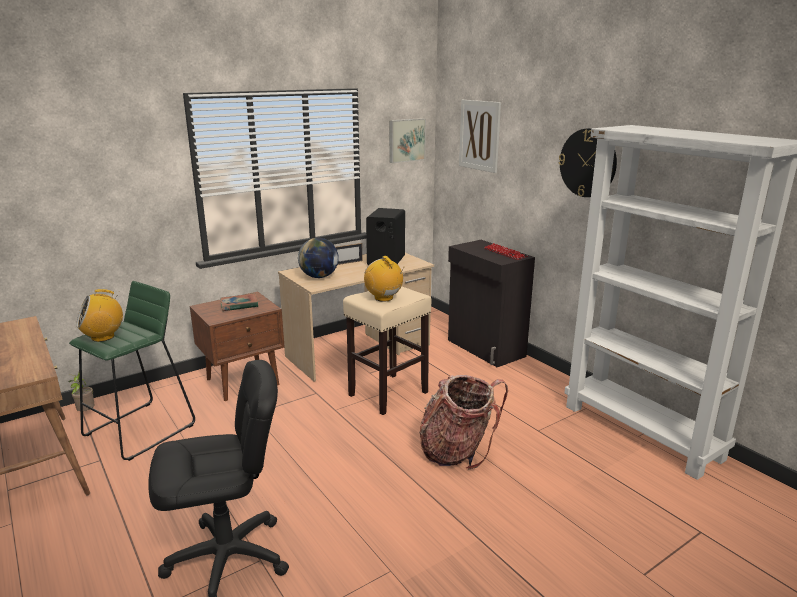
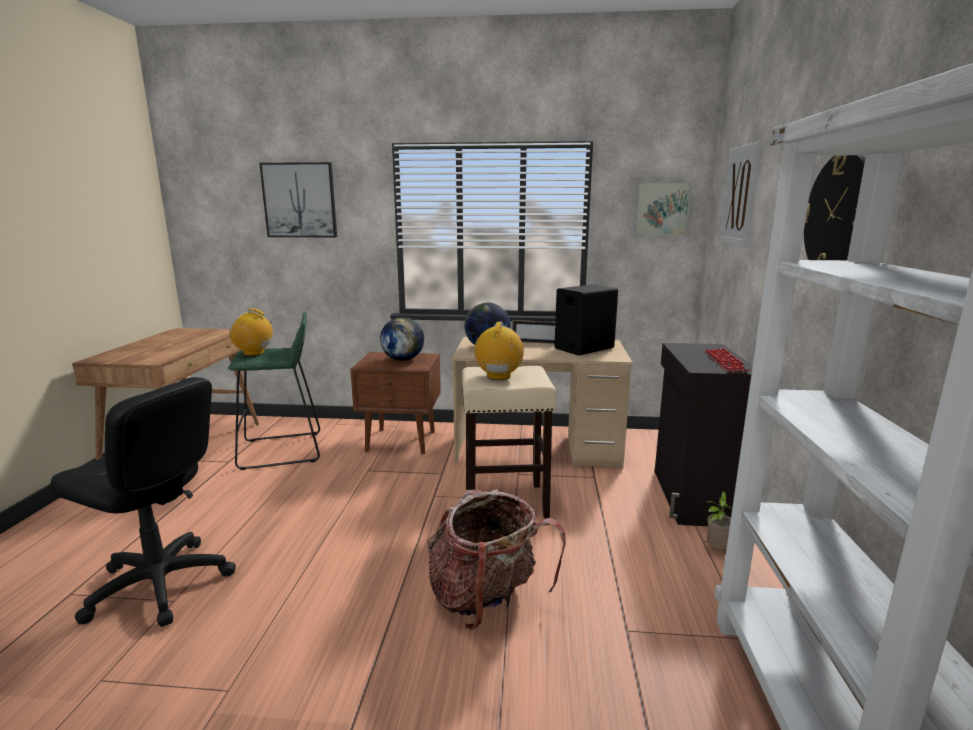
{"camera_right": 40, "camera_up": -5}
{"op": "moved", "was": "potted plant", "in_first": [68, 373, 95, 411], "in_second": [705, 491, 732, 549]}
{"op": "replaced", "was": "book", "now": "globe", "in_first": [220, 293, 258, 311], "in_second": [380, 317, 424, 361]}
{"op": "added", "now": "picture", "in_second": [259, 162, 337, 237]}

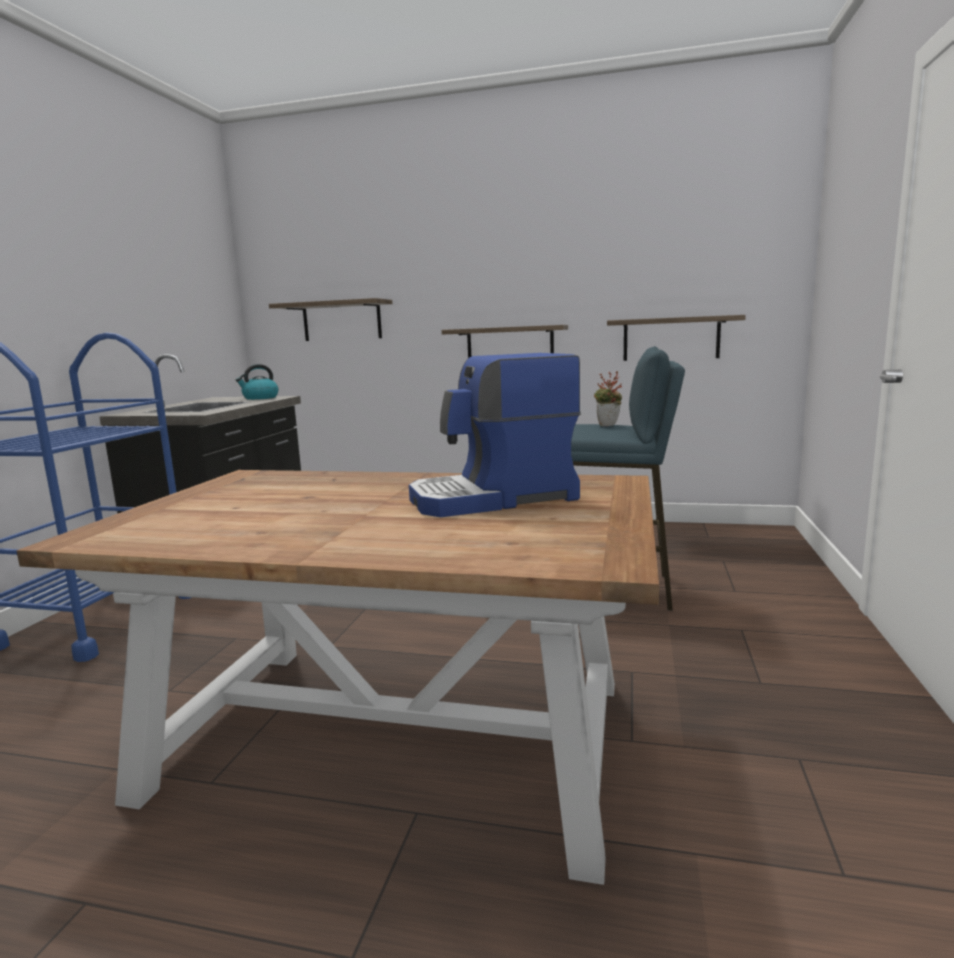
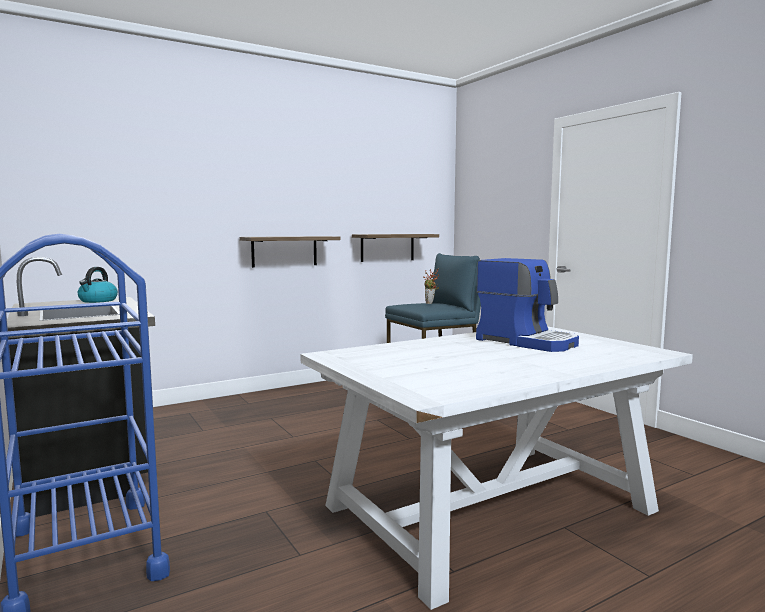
{"camera_right": -45, "camera_up": -5}
{"op": "recoloured", "was": "brown dining table", "now": "white dining table", "in_first": [16, 470, 659, 885], "in_second": [300, 326, 693, 610]}
{"op": "removed", "was": "shelf", "in_first": [269, 298, 393, 341]}
{"op": "turned", "was": "coffee machine", "in_first": [409, 353, 581, 517], "in_second": [476, 258, 579, 352], "clockwise": -75}

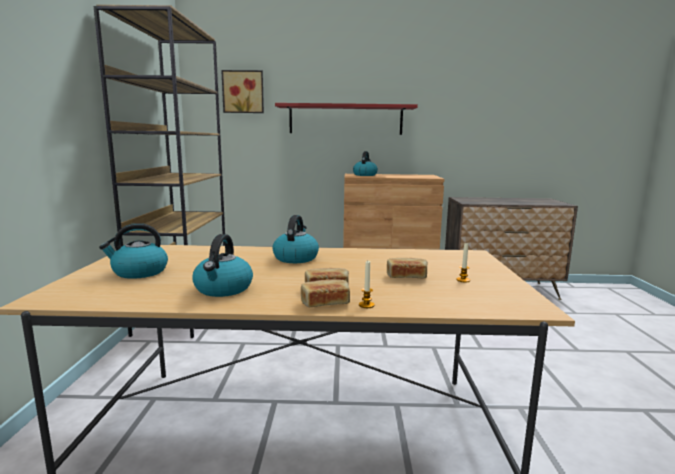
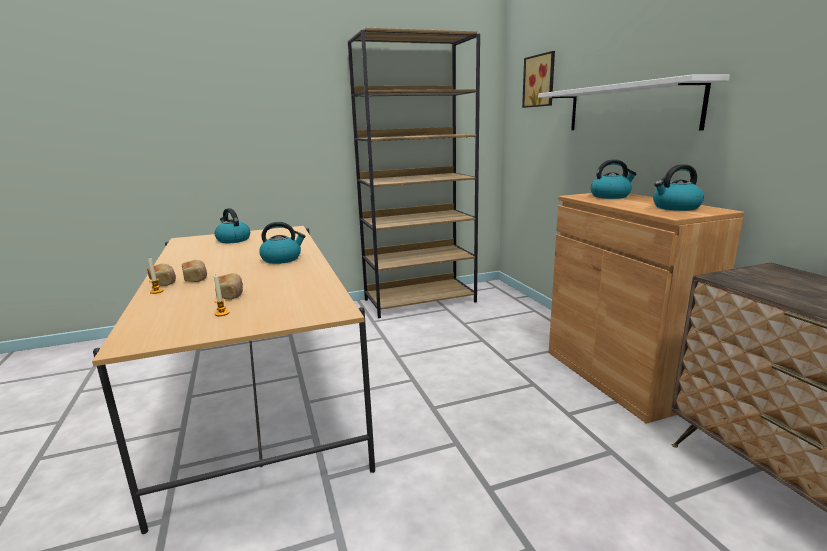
{"camera_right": 70, "camera_up": 5}
{"op": "moved", "was": "kettle", "in_first": [192, 234, 253, 297], "in_second": [653, 164, 704, 211]}
{"op": "recoloured", "was": "red shelf", "now": "white shelf", "in_first": [275, 103, 418, 135], "in_second": [538, 74, 730, 130]}

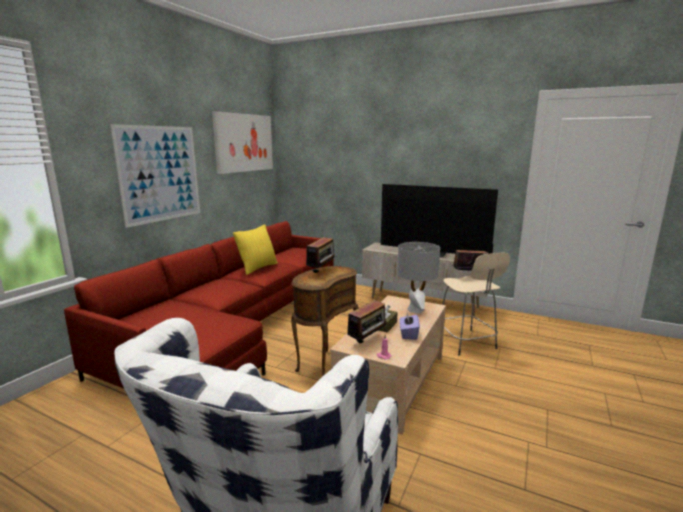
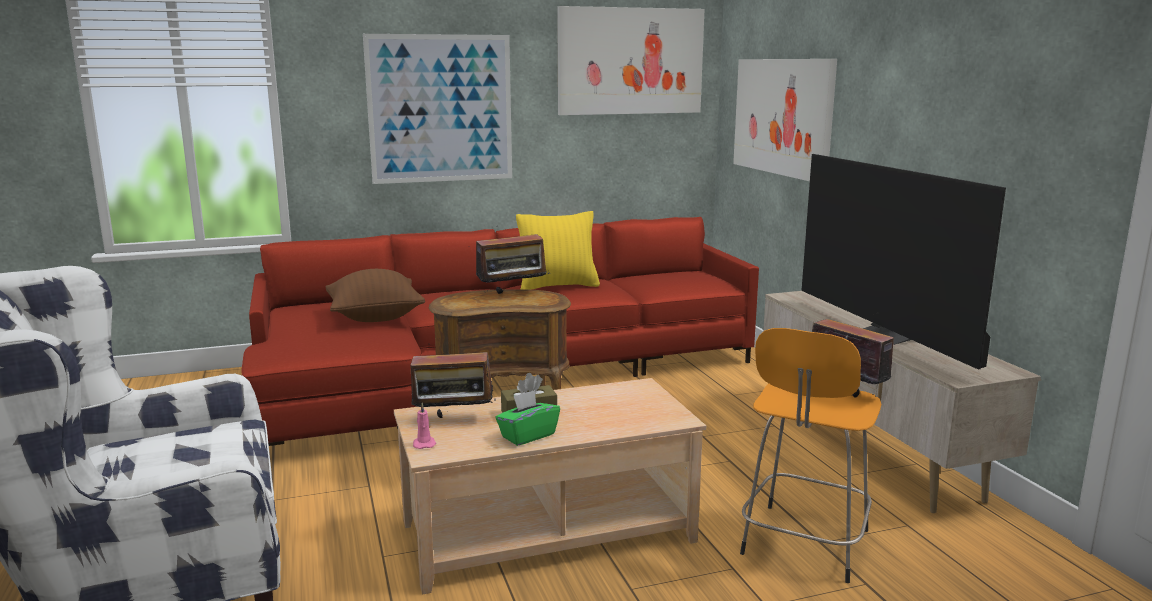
{"camera_right": 45, "camera_up": 0}
{"op": "removed", "was": "grey table lamp", "in_first": [397, 242, 440, 314]}
{"op": "recoloured", "was": "purple tissue box", "now": "green tissue box", "in_first": [400, 313, 420, 340], "in_second": [495, 390, 560, 446]}
{"op": "recoloured", "was": "beige stool", "now": "orange stool", "in_first": [442, 253, 510, 356], "in_second": [740, 328, 882, 583]}
{"op": "added", "now": "brown pillow", "in_second": [326, 269, 425, 322]}
{"op": "added", "now": "picture", "in_second": [733, 59, 837, 181]}

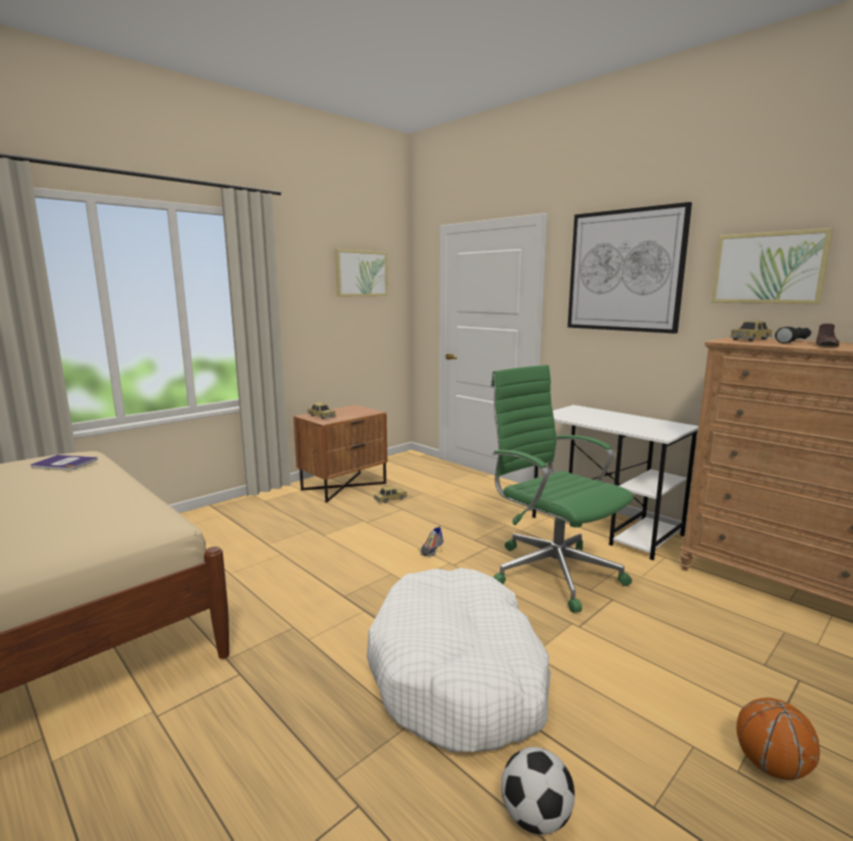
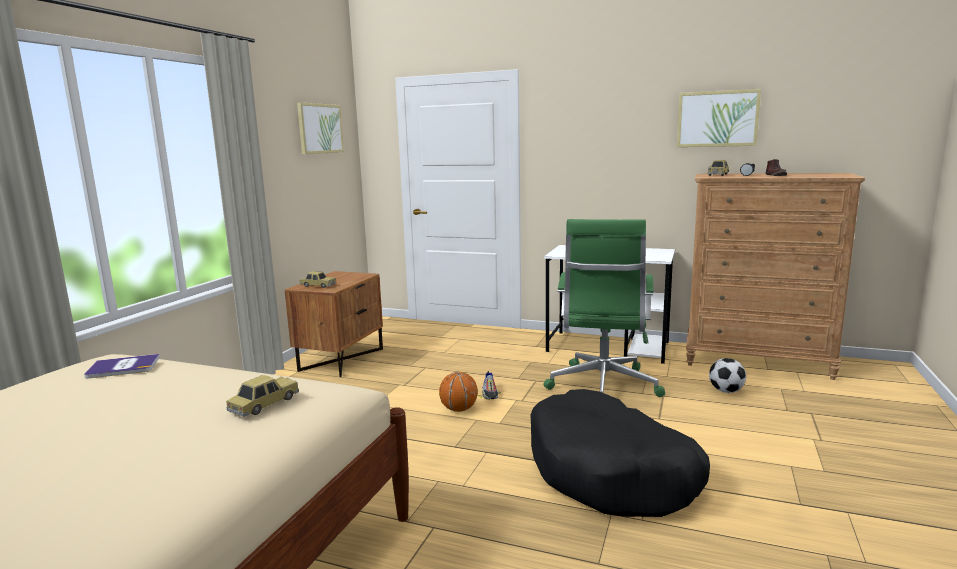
{"camera_right": -25, "camera_up": 0}
{"op": "recoloured", "was": "white dog bed", "now": "black dog bed", "in_first": [367, 568, 551, 752], "in_second": [530, 389, 710, 517]}
{"op": "moved", "was": "toy car", "in_first": [374, 486, 407, 503], "in_second": [226, 375, 299, 417]}
{"op": "turned", "was": "green office chair", "in_first": [491, 365, 634, 613], "in_second": [543, 219, 665, 397], "clockwise": -105}
{"op": "moved", "was": "football", "in_first": [501, 747, 575, 835], "in_second": [709, 358, 746, 393]}
{"op": "removed", "was": "picture", "in_first": [568, 202, 692, 334]}
{"op": "moved", "was": "basketball", "in_first": [736, 698, 820, 780], "in_second": [439, 372, 478, 412]}

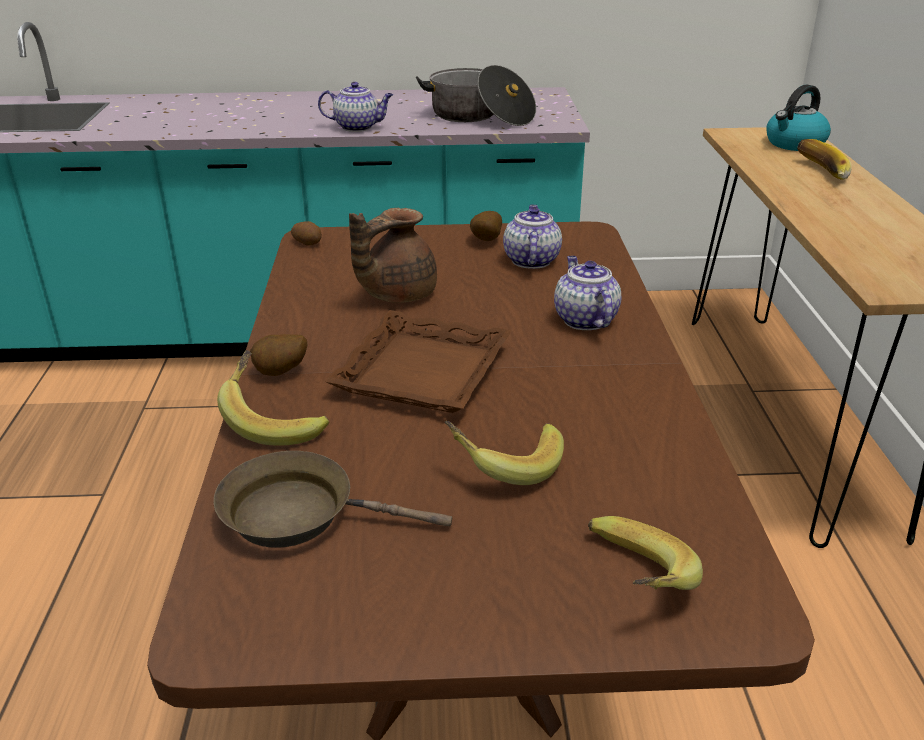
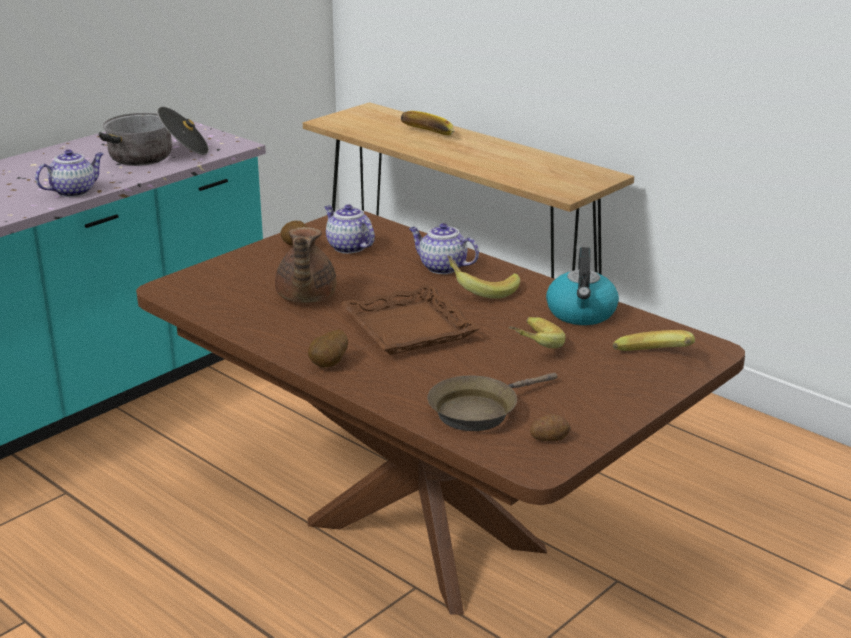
{"camera_right": -45, "camera_up": -5}
{"op": "moved", "was": "banana", "in_first": [217, 350, 329, 445], "in_second": [447, 256, 520, 299]}
{"op": "moved", "was": "potato", "in_first": [291, 221, 322, 246], "in_second": [530, 414, 571, 441]}
{"op": "moved", "was": "kettle", "in_first": [766, 85, 831, 151], "in_second": [546, 247, 619, 325]}

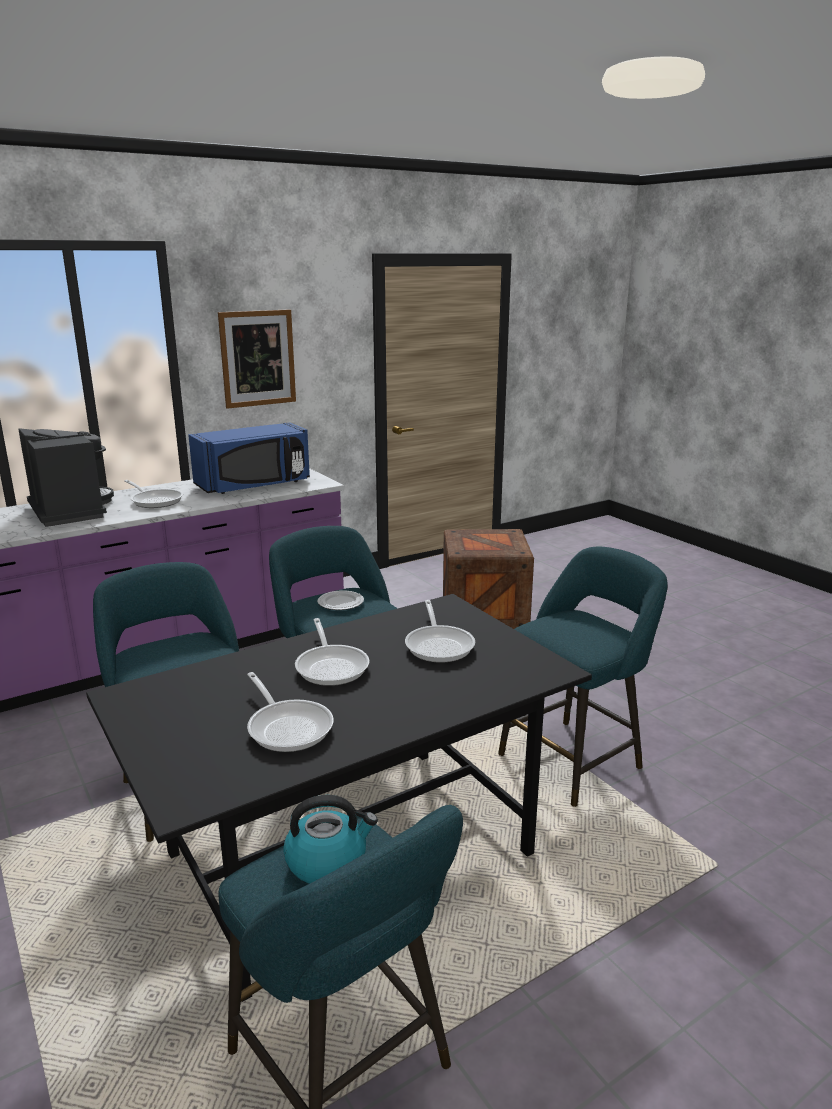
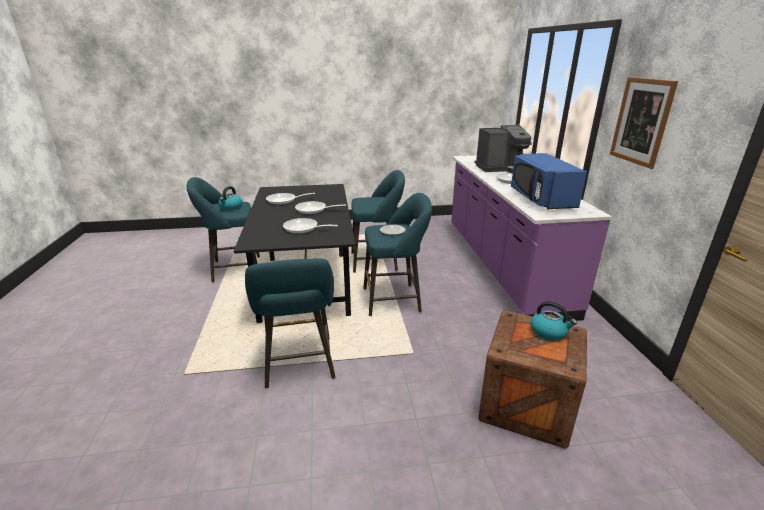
{"camera_right": 115, "camera_up": 5}
{"op": "added", "now": "kettle", "in_second": [531, 301, 577, 341]}

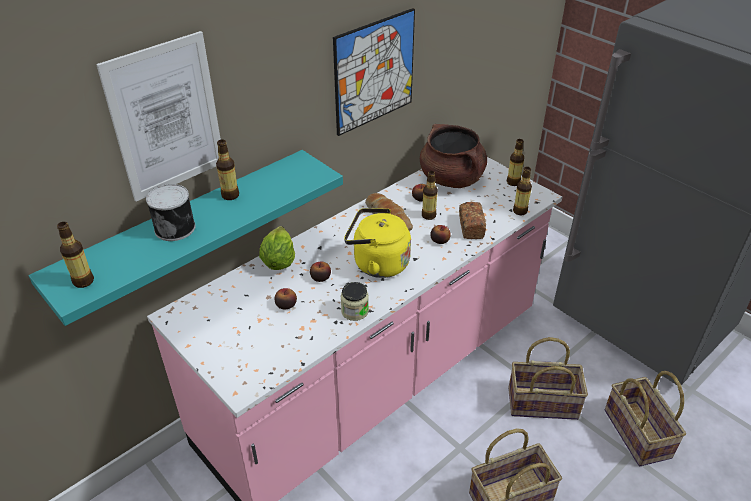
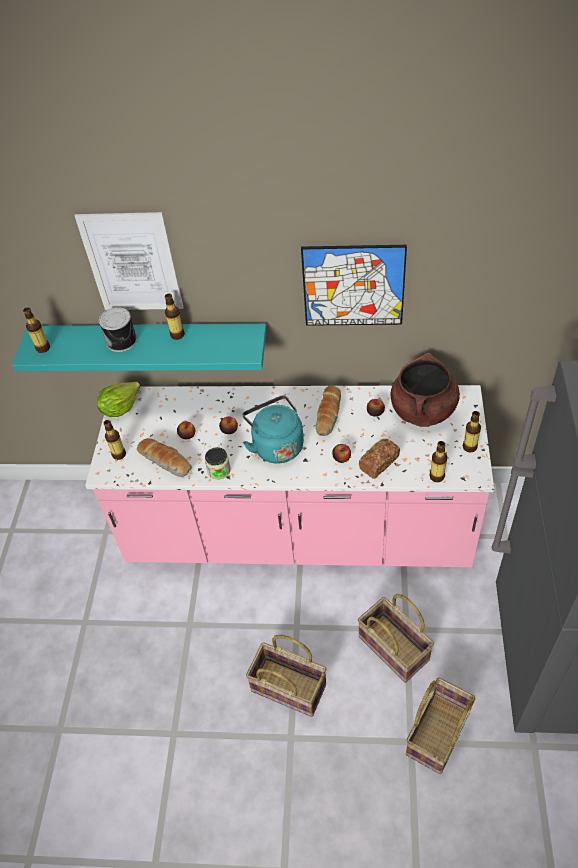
{"camera_right": 50, "camera_up": 10}
{"op": "moved", "was": "lettuce", "in_first": [259, 226, 295, 270], "in_second": [97, 382, 140, 417]}
{"op": "recoloured", "was": "yellow kettle", "now": "turquoise kettle", "in_first": [344, 208, 411, 278], "in_second": [242, 395, 304, 464]}
{"op": "moved", "was": "bottle", "in_first": [422, 171, 438, 220], "in_second": [104, 420, 126, 460]}
{"op": "added", "now": "bread", "in_second": [137, 438, 192, 477]}

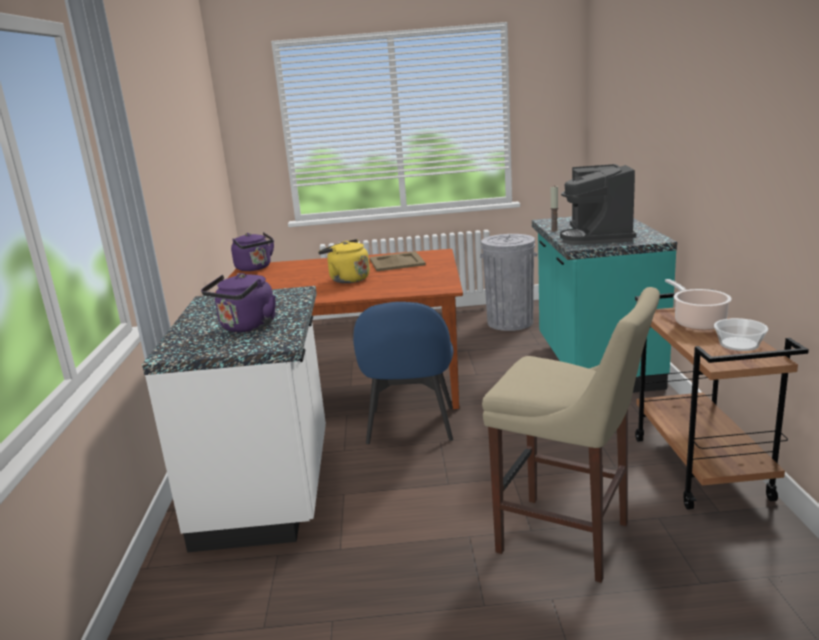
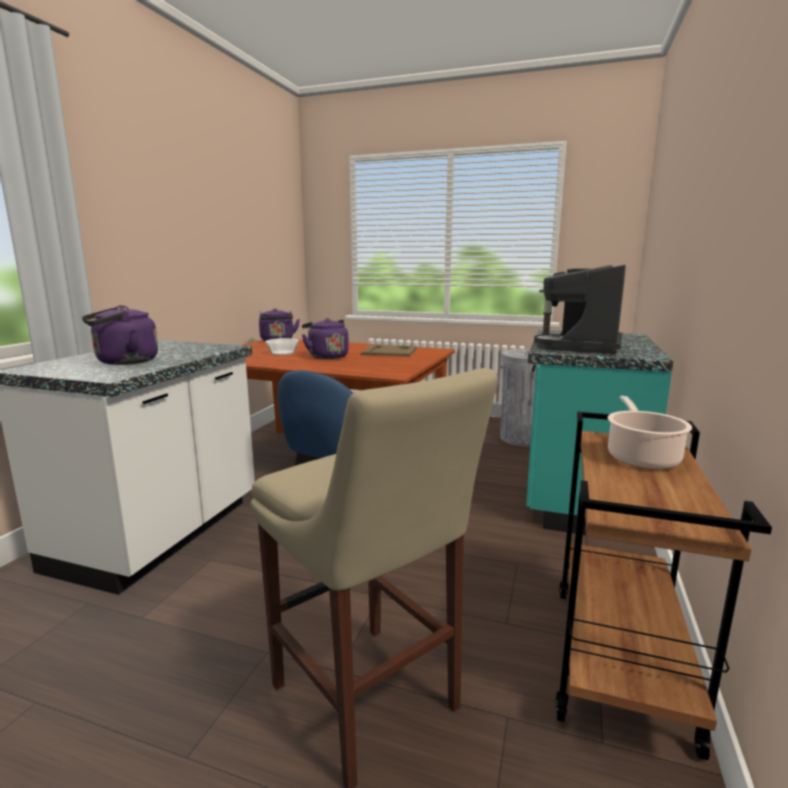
{"camera_right": 20, "camera_up": -5}
{"op": "recoloured", "was": "yellow kettle", "now": "purple kettle", "in_first": [318, 239, 370, 283], "in_second": [302, 318, 349, 359]}
{"op": "moved", "was": "bowl", "in_first": [714, 318, 768, 351], "in_second": [266, 338, 299, 355]}

